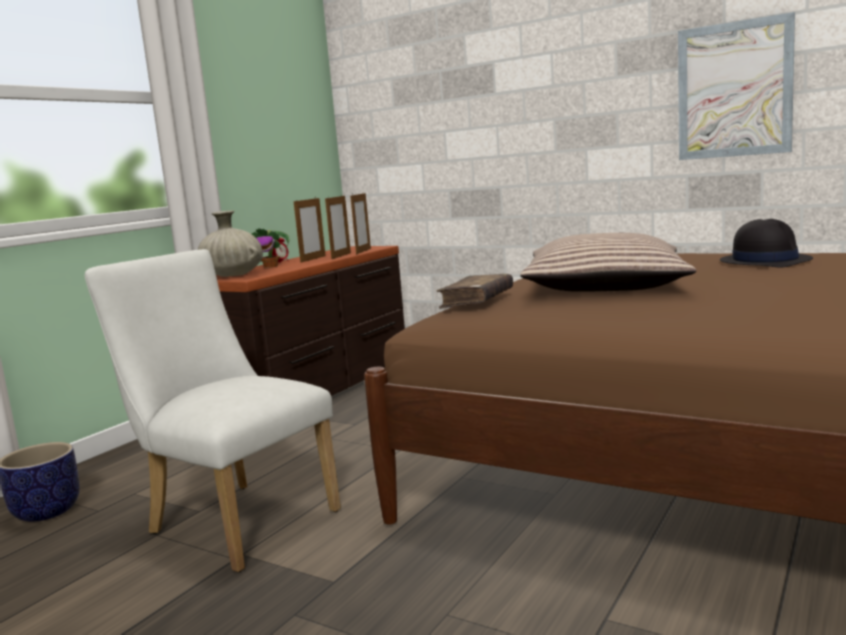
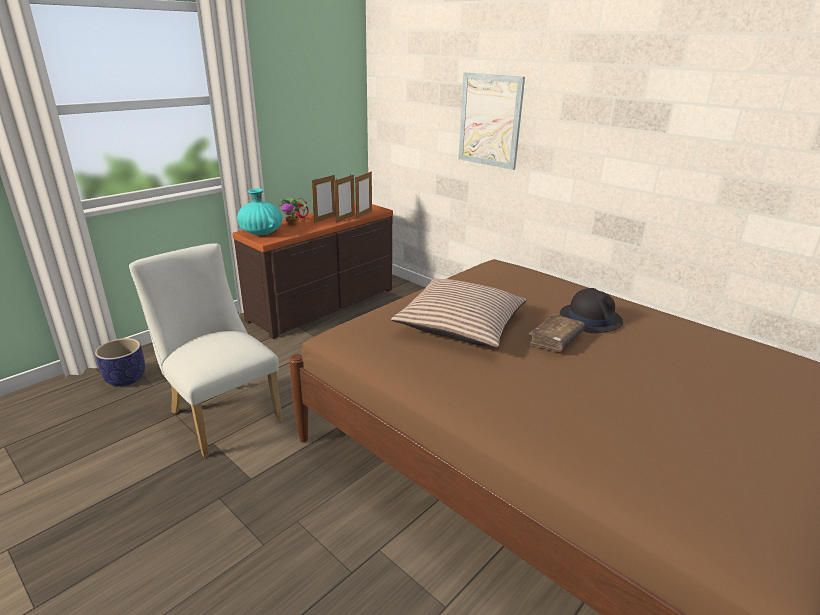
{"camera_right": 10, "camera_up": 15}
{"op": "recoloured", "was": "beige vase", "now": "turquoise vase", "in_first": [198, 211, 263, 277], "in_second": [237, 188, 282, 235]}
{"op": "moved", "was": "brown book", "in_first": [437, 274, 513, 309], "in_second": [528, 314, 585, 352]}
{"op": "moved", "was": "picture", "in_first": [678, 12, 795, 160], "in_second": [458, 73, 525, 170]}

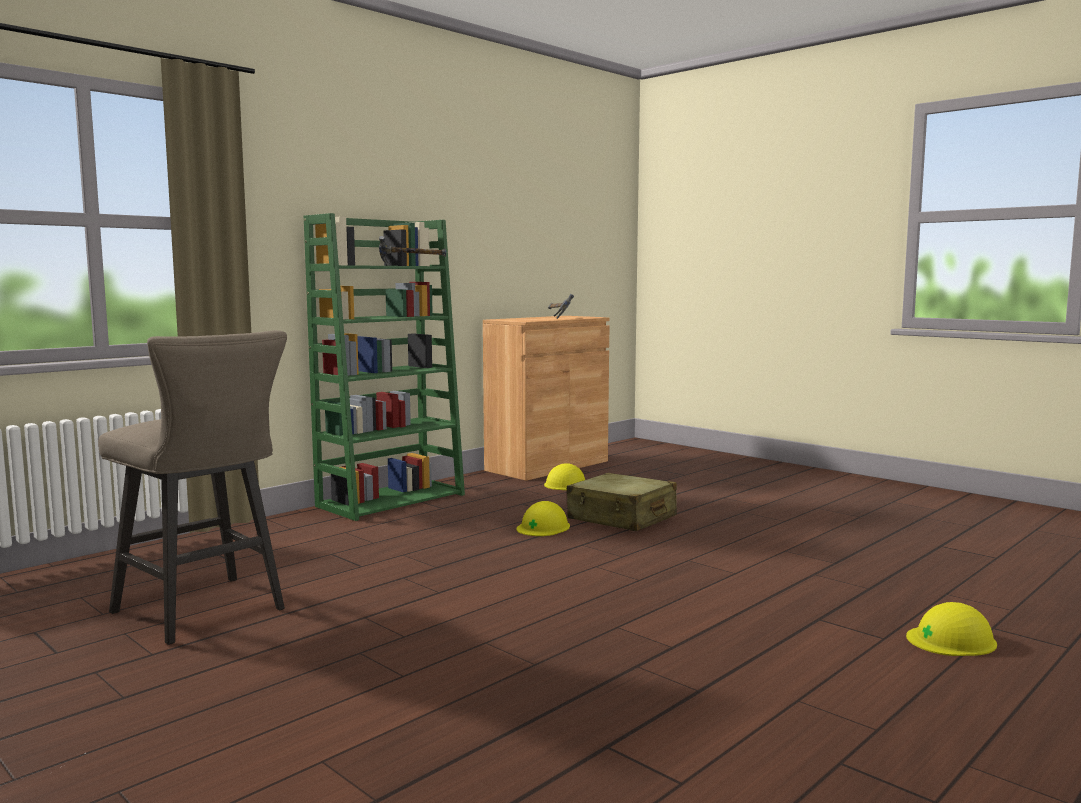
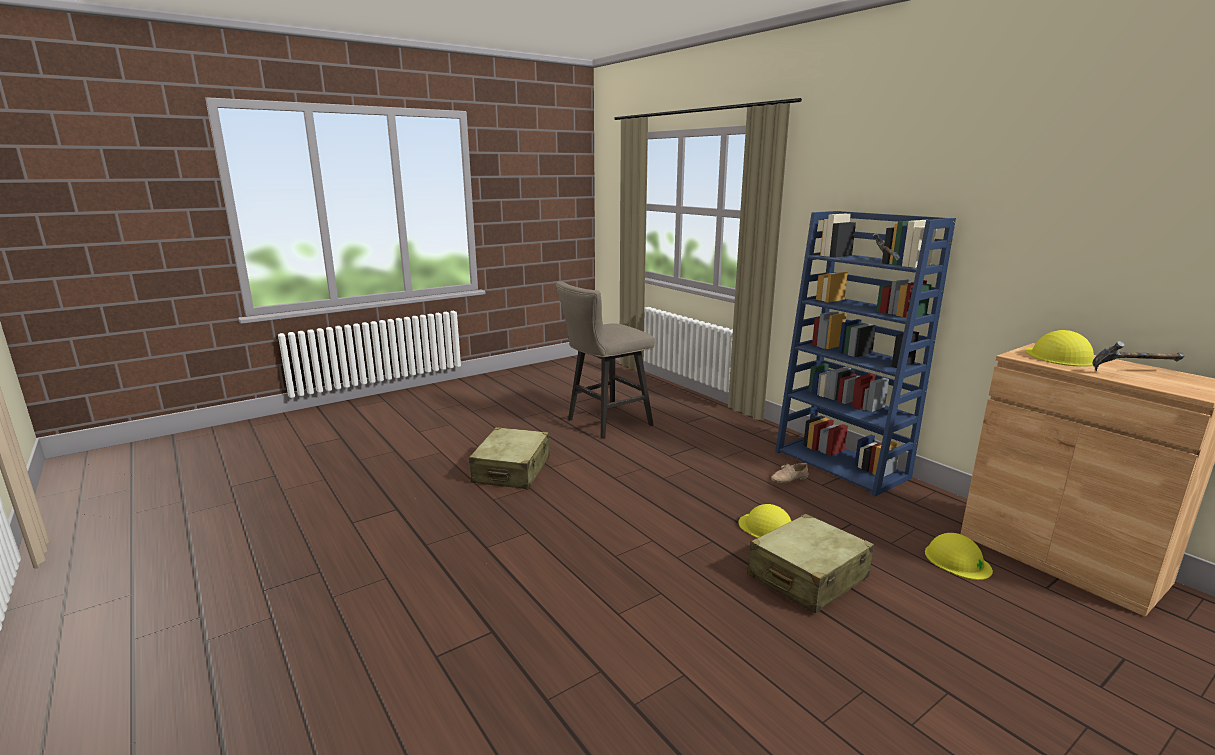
{"camera_right": 100, "camera_up": 10}
{"op": "recoloured", "was": "green bookcase", "now": "blue bookcase", "in_first": [304, 213, 465, 521], "in_second": [775, 211, 956, 496]}
{"op": "moved", "was": "yellow hard hat", "in_first": [906, 602, 997, 656], "in_second": [1025, 330, 1094, 367]}
{"op": "added", "now": "beige suitcase", "in_second": [469, 427, 550, 489]}
{"op": "added", "now": "beige shoe", "in_second": [771, 463, 809, 483]}

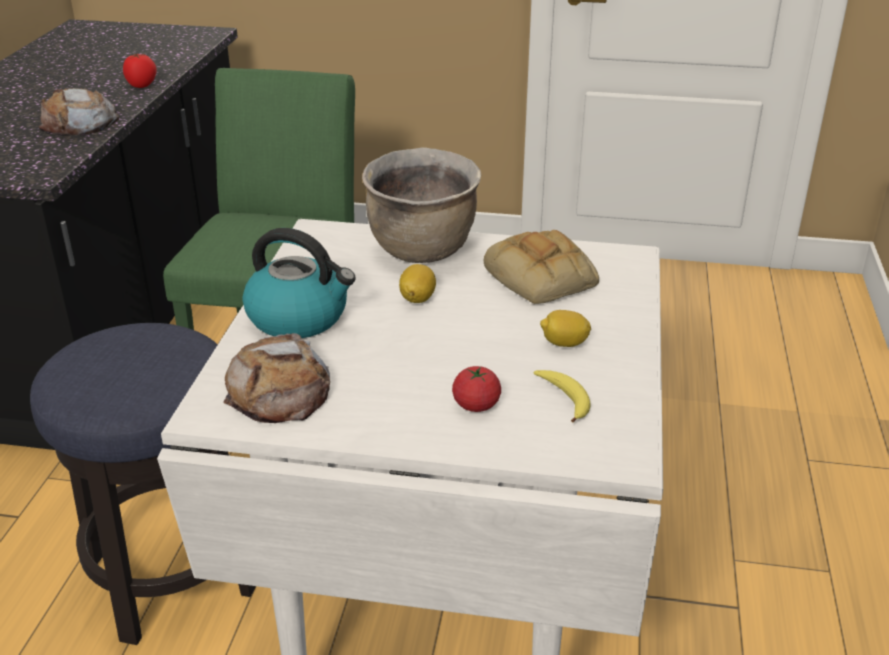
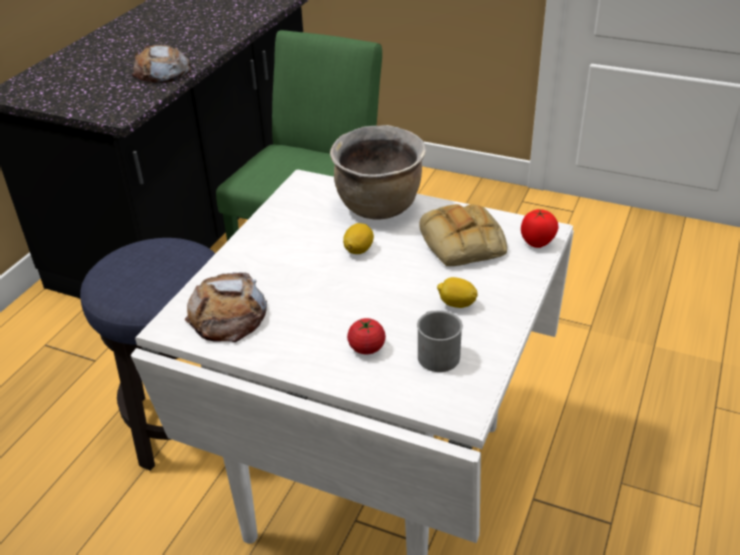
{"camera_right": 15, "camera_up": 5}
{"op": "moved", "was": "tomato", "in_first": [123, 54, 157, 88], "in_second": [521, 209, 558, 248]}
{"op": "removed", "was": "kettle", "in_first": [243, 228, 356, 338]}
{"op": "replaced", "was": "banana", "now": "grey mug", "in_first": [534, 370, 591, 423], "in_second": [417, 310, 463, 372]}

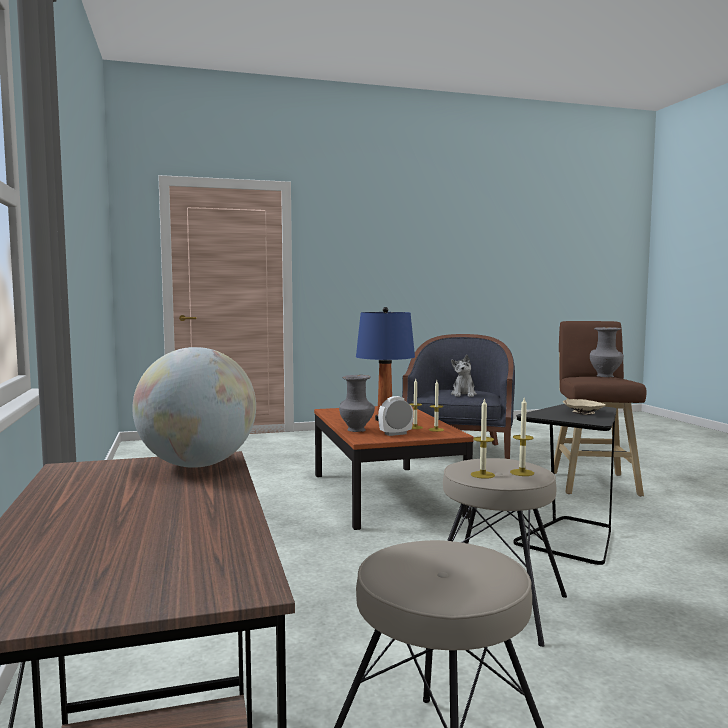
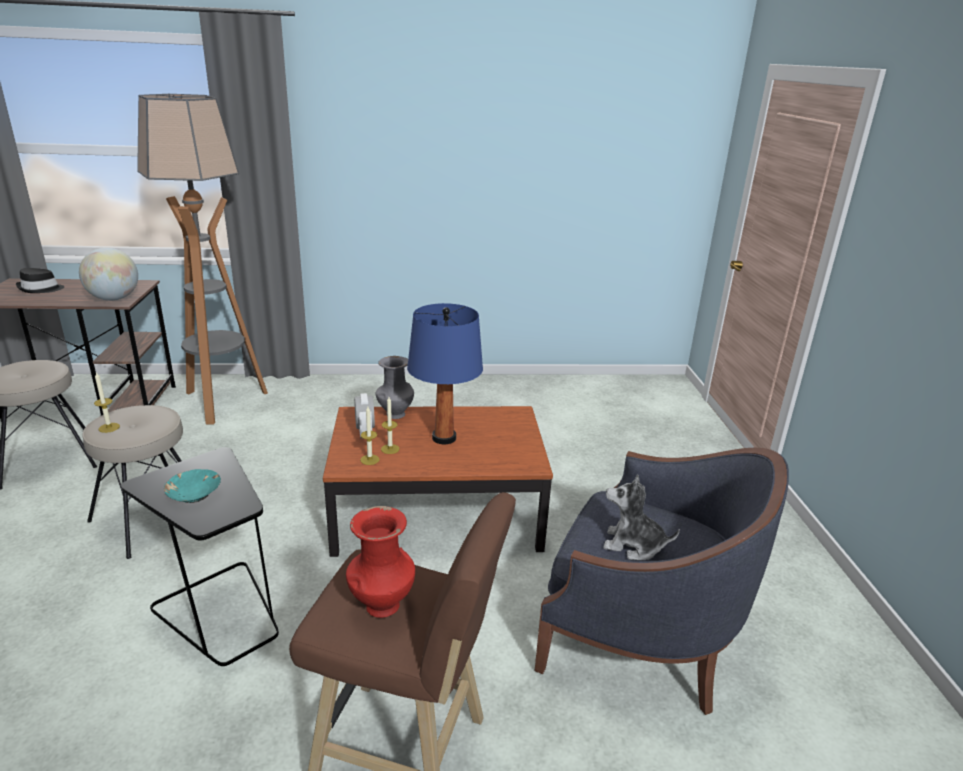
{"camera_right": 100, "camera_up": 20}
{"op": "removed", "was": "candle", "in_first": [471, 398, 495, 479]}
{"op": "recoloured", "was": "beige bowl", "now": "turquoise bowl", "in_first": [563, 399, 606, 415], "in_second": [164, 469, 221, 503]}
{"op": "recoloured", "was": "grey vase", "now": "red vase", "in_first": [590, 327, 624, 377], "in_second": [346, 506, 415, 618]}
{"op": "added", "now": "black hat", "in_second": [16, 268, 64, 293]}
{"op": "added", "now": "floor lamp", "in_second": [137, 94, 268, 424]}

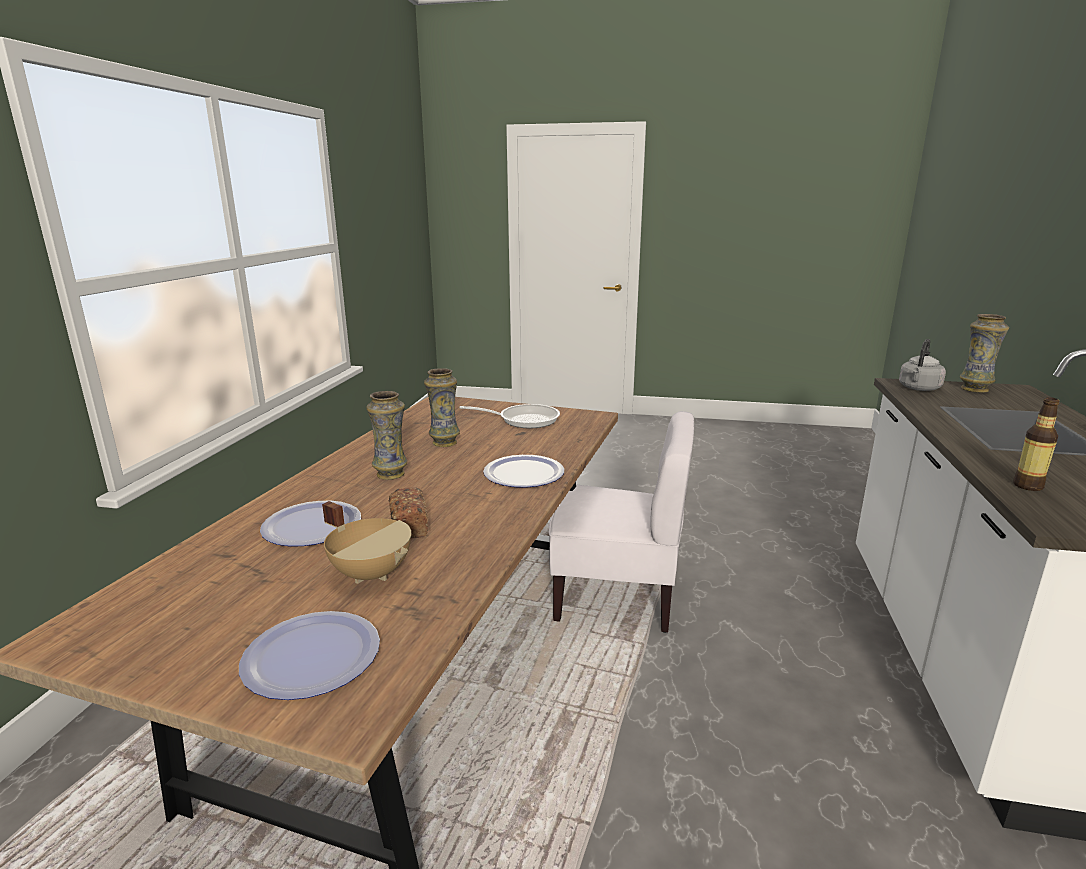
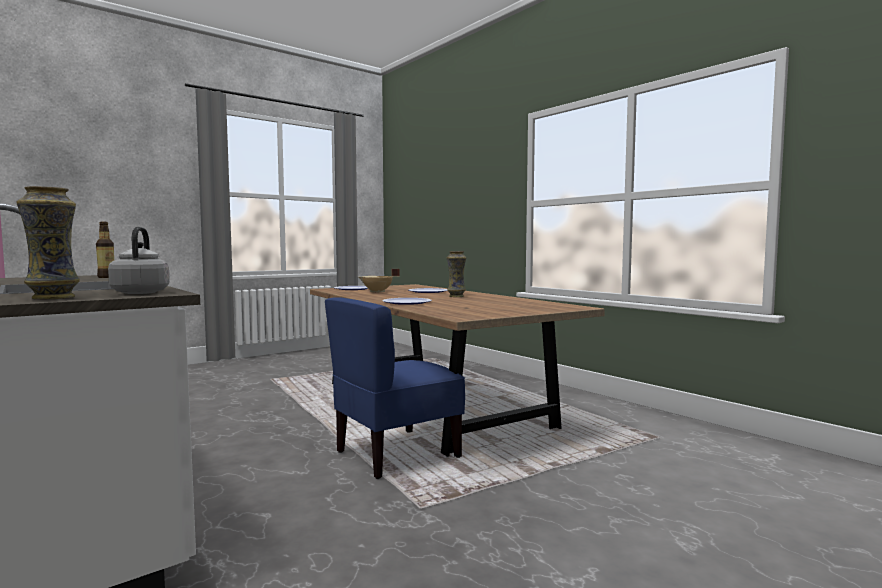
{"camera_right": 130, "camera_up": -15}
{"op": "removed", "was": "bread", "in_first": [389, 488, 428, 538]}
{"op": "removed", "was": "vase", "in_first": [424, 368, 460, 447]}
{"op": "removed", "was": "frying pan", "in_first": [460, 404, 560, 428]}
{"op": "recoloured", "was": "white chair", "now": "blue chair", "in_first": [549, 411, 694, 633], "in_second": [325, 297, 465, 479]}

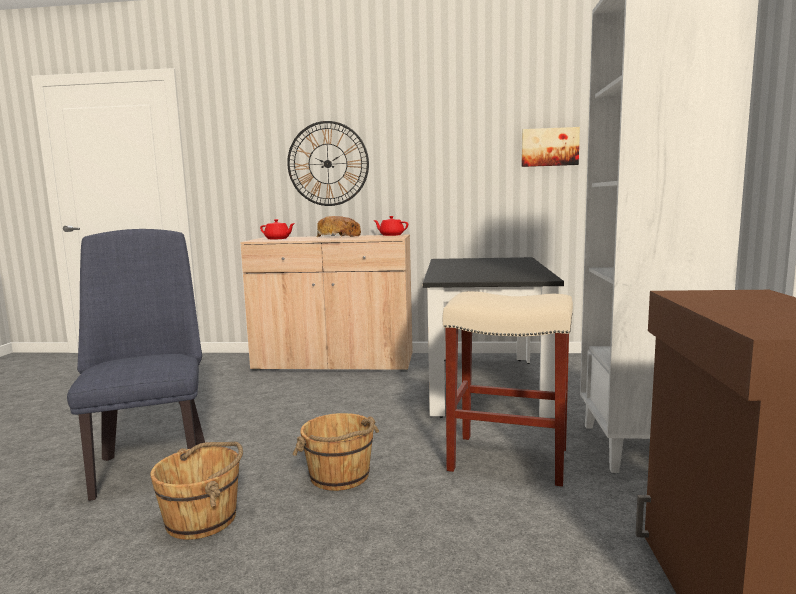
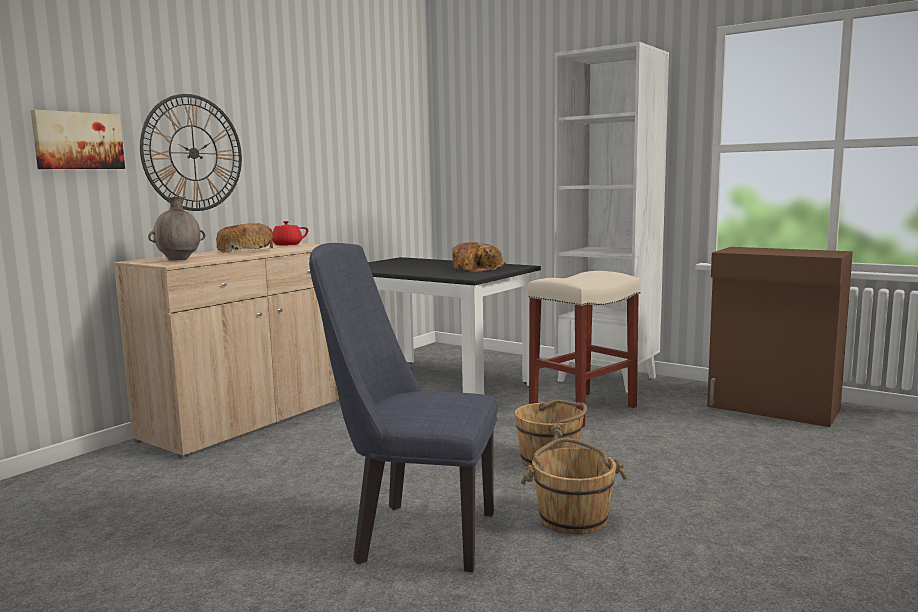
{"camera_right": -60, "camera_up": 0}
{"op": "replaced", "was": "red teapot", "now": "brown vase", "in_first": [260, 219, 295, 239], "in_second": [148, 197, 205, 260]}
{"op": "moved", "was": "picture", "in_first": [521, 127, 580, 167], "in_second": [31, 110, 125, 169]}
{"op": "added", "now": "bread", "in_second": [452, 242, 506, 272]}

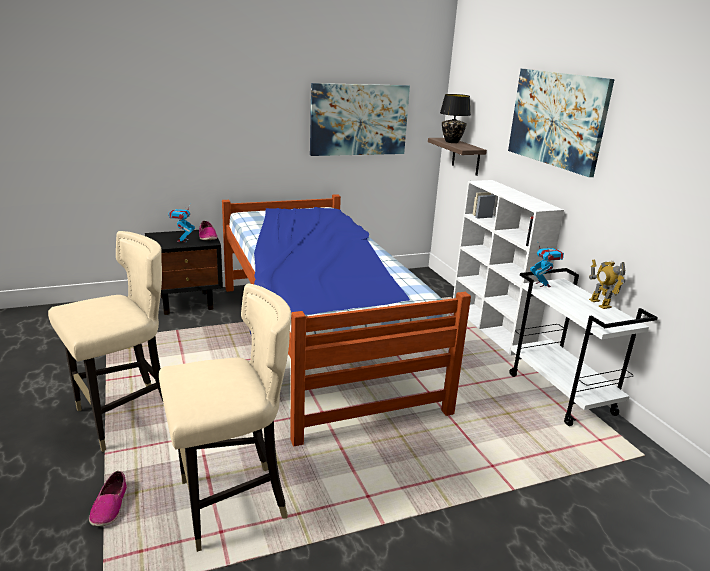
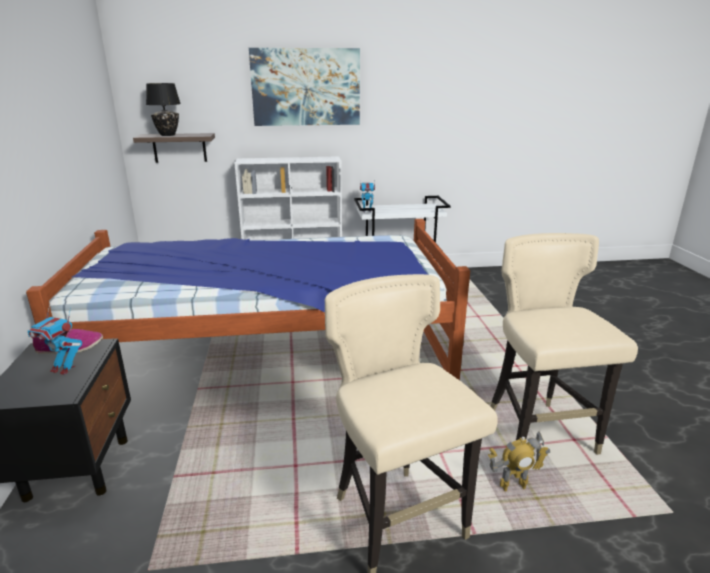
{"camera_right": -75, "camera_up": 0}
{"op": "removed", "was": "shoe", "in_first": [89, 471, 127, 526]}
{"op": "removed", "was": "picture", "in_first": [310, 83, 410, 156]}
{"op": "moved", "was": "toy robot", "in_first": [589, 259, 625, 309], "in_second": [488, 432, 550, 492]}

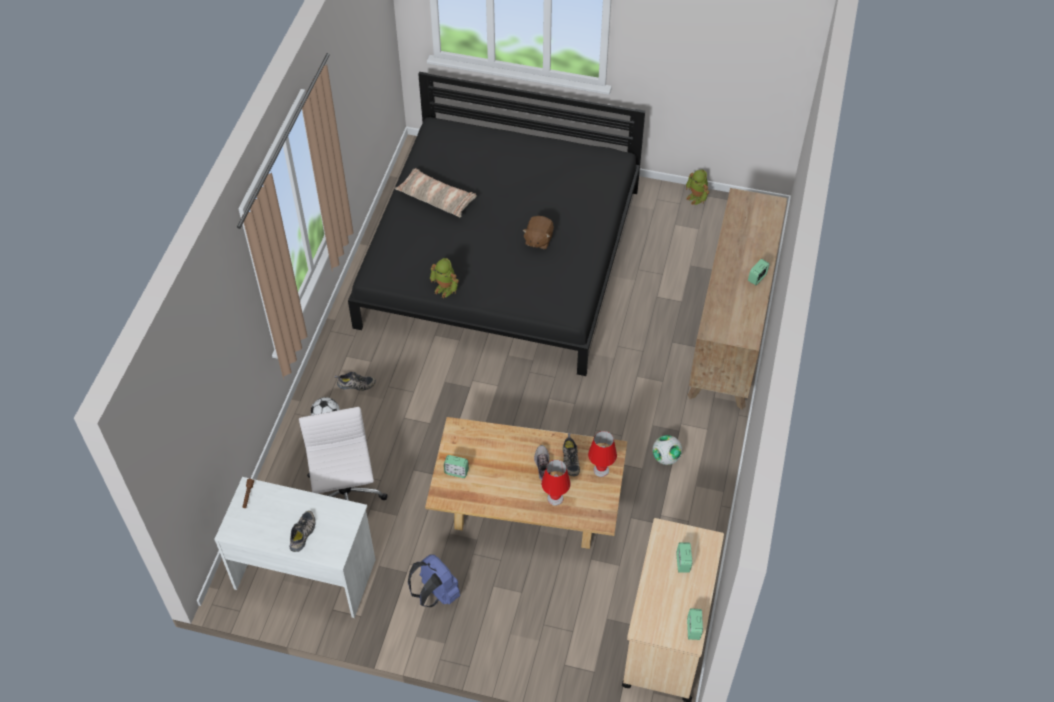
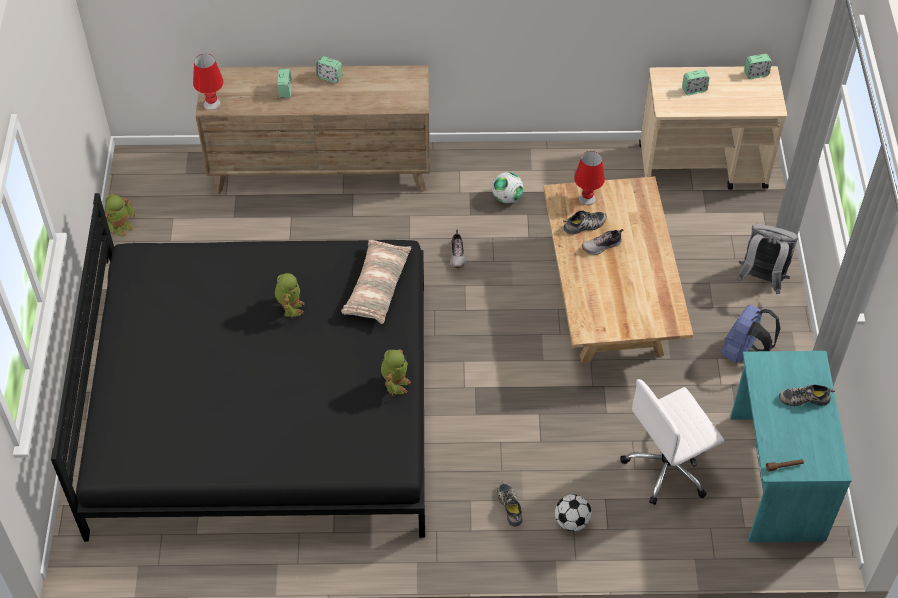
{"camera_right": -105, "camera_up": 0}
{"op": "recoloured", "was": "white desk", "now": "turquoise desk", "in_first": [214, 477, 376, 618], "in_second": [730, 351, 852, 542]}
{"op": "moved", "was": "pillow", "in_first": [395, 168, 477, 218], "in_second": [341, 239, 412, 324]}
{"op": "moved", "was": "alarm clock", "in_first": [444, 455, 469, 478], "in_second": [277, 69, 292, 98]}
{"op": "replaced", "was": "brown plush toy", "now": "toy robot", "in_first": [522, 216, 554, 249], "in_second": [275, 273, 305, 319]}
{"op": "moved", "was": "red table lamp", "in_first": [541, 460, 571, 506], "in_second": [193, 54, 224, 110]}
{"op": "added", "now": "shoe", "in_second": [450, 229, 466, 268]}
{"op": "added", "now": "grey backpack", "in_second": [736, 224, 798, 294]}

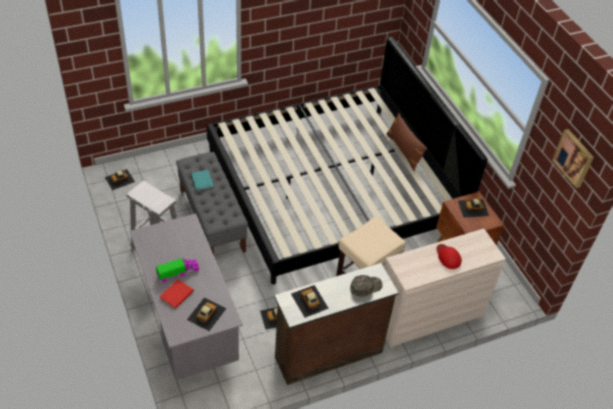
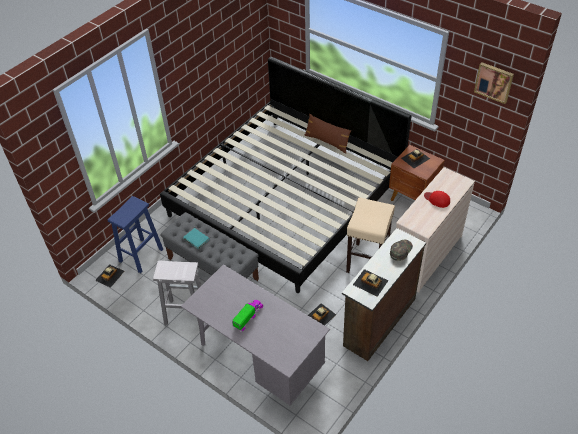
{"camera_right": -25, "camera_up": 0}
{"op": "removed", "was": "red book", "in_first": [159, 279, 194, 309]}
{"op": "removed", "was": "toy car", "in_first": [187, 298, 226, 331]}
{"op": "added", "now": "blue stool", "in_second": [108, 196, 163, 273]}

